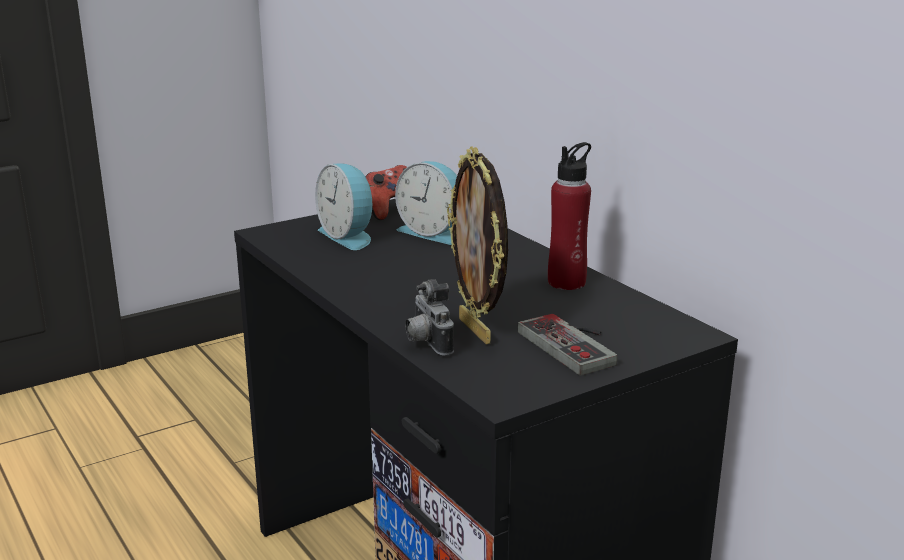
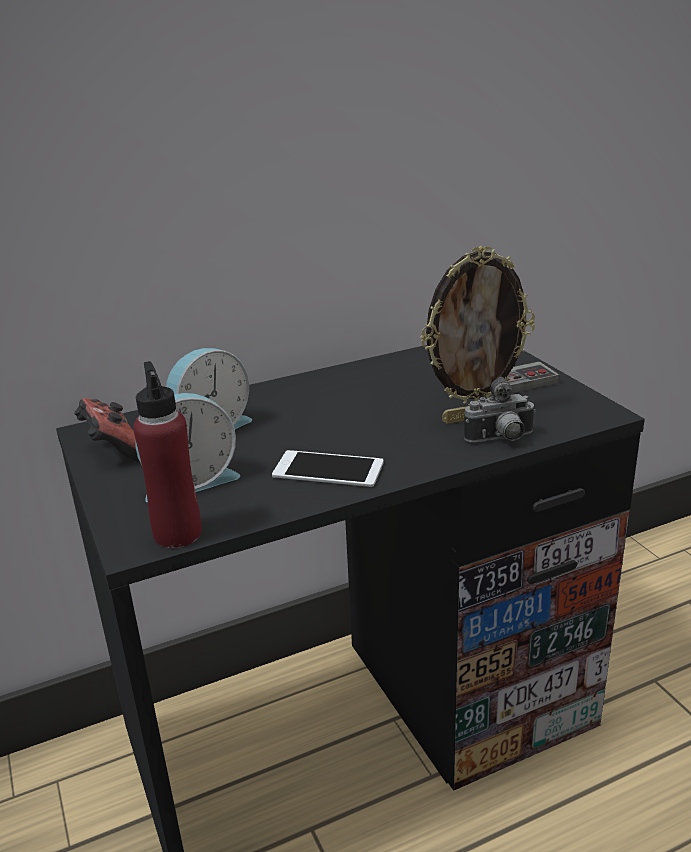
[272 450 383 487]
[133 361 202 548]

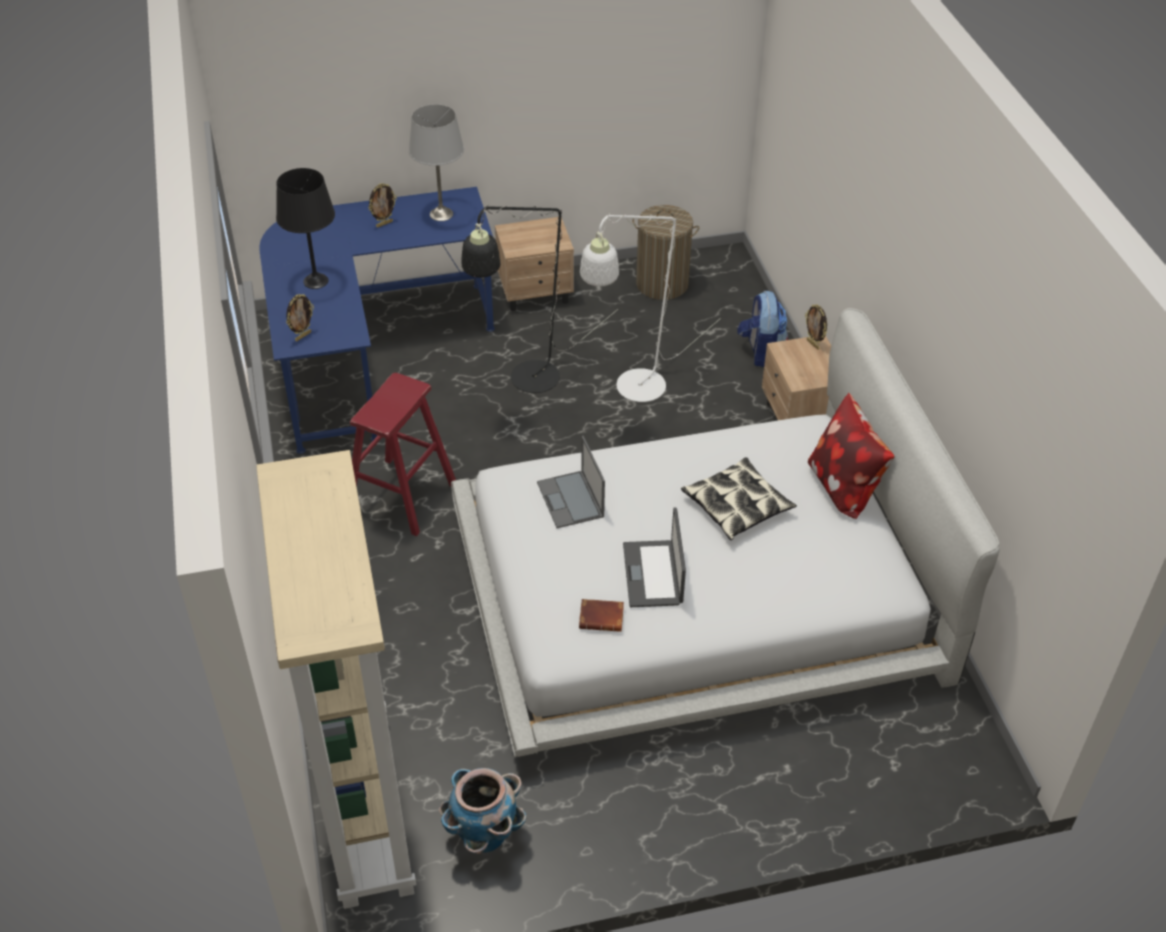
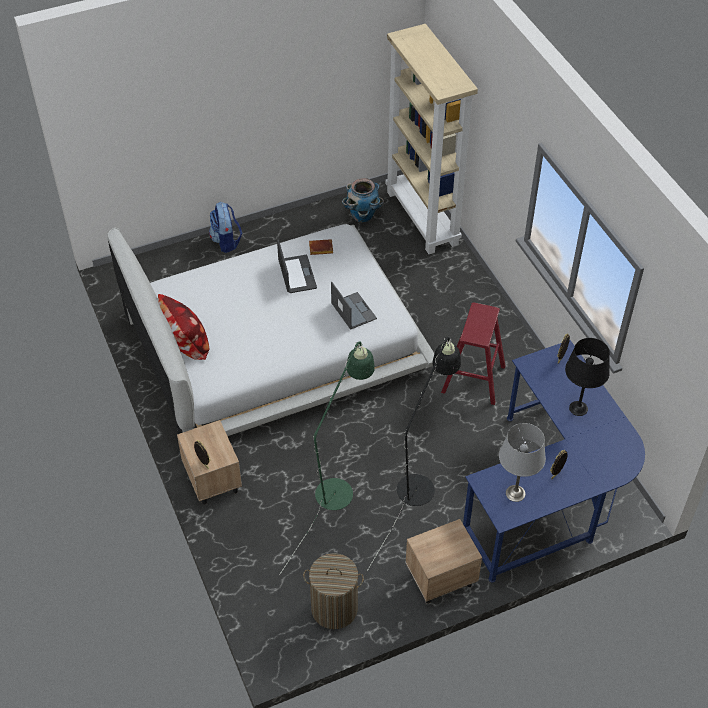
[681 457 797 540] (first image)
[209 202 242 253]
[279 341 375 575]

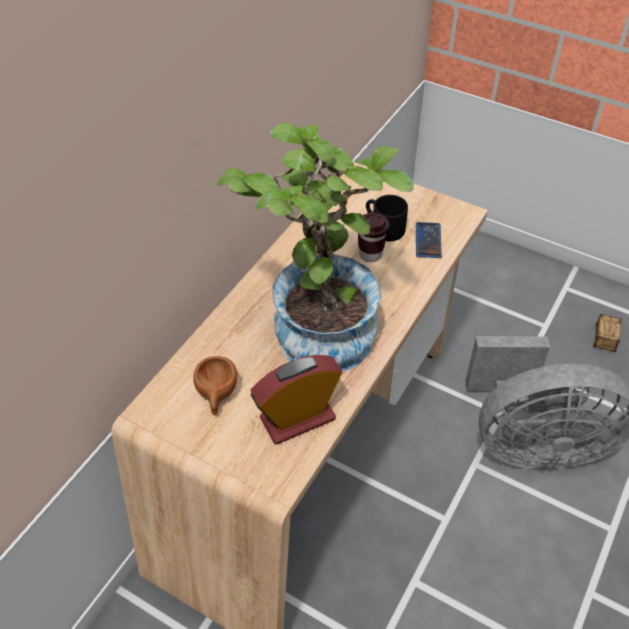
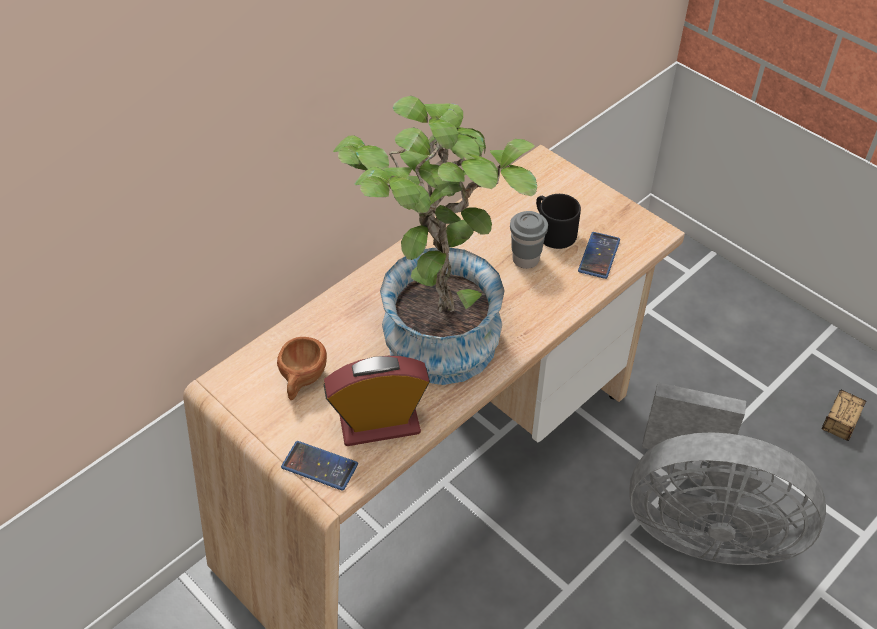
[281 441 358 490]
[510 211 548 269]

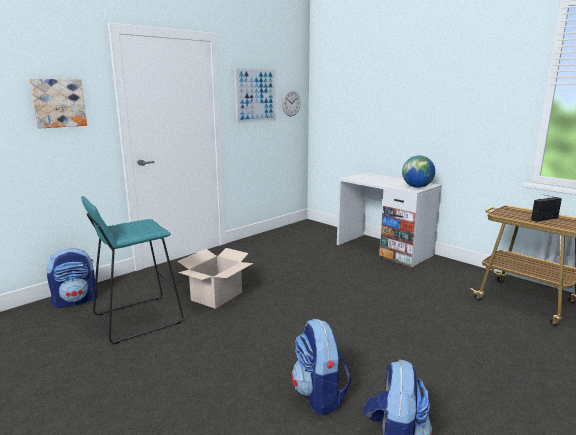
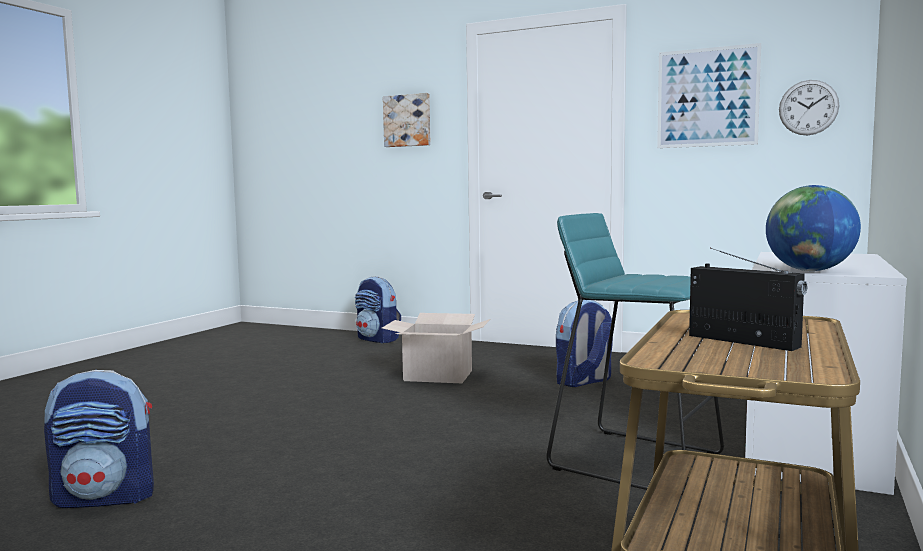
[547 213 724 495]
[556 300 613 387]

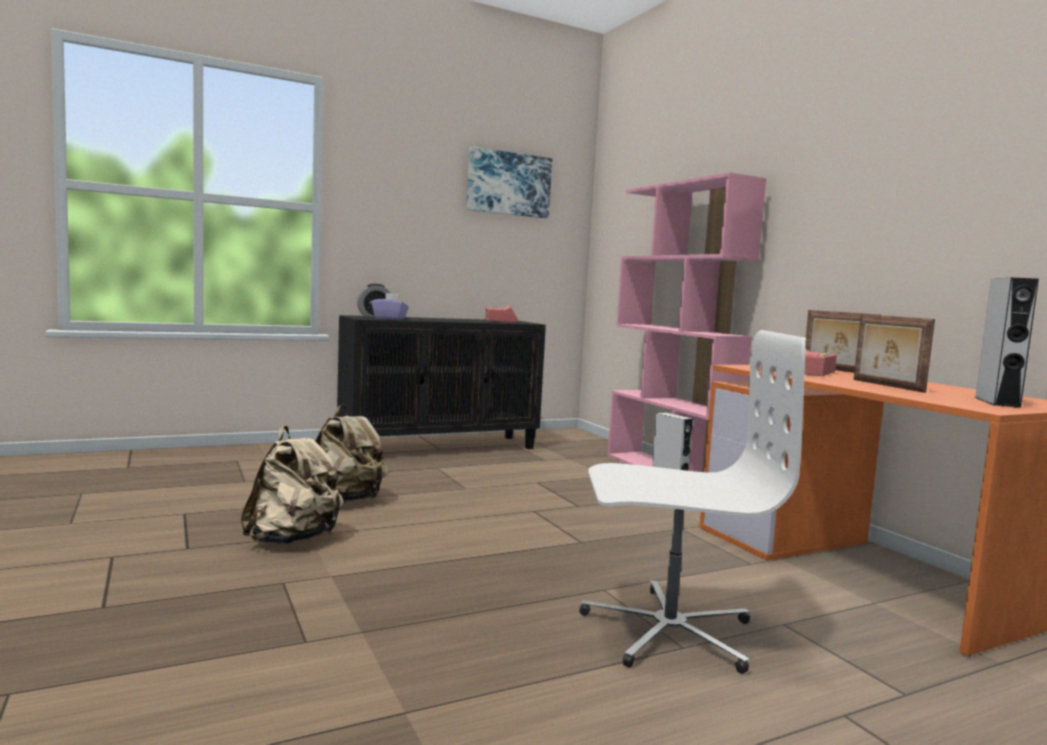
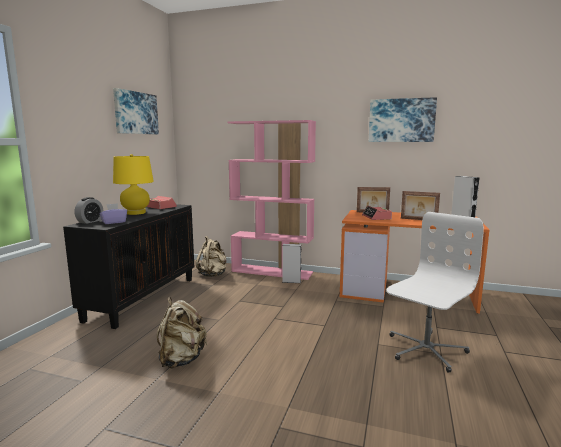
[113 154 154 215]
[369 97 437 142]
[196 236 227 277]

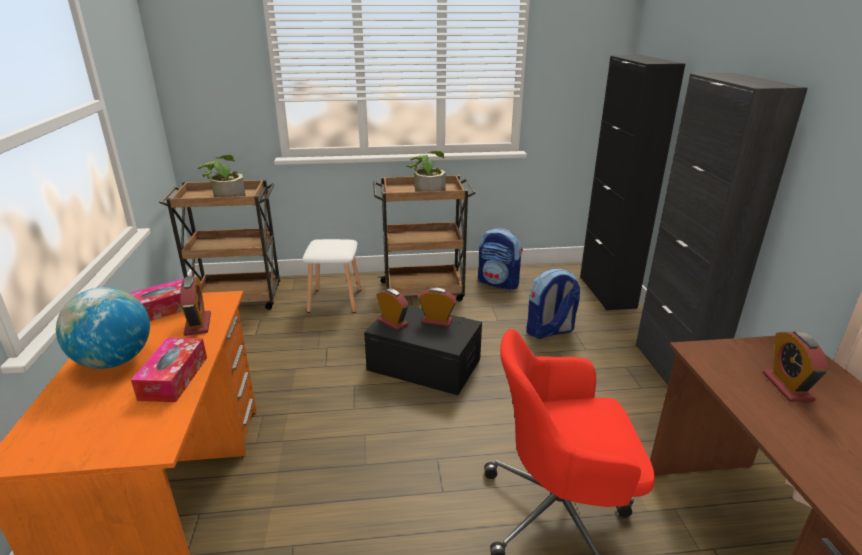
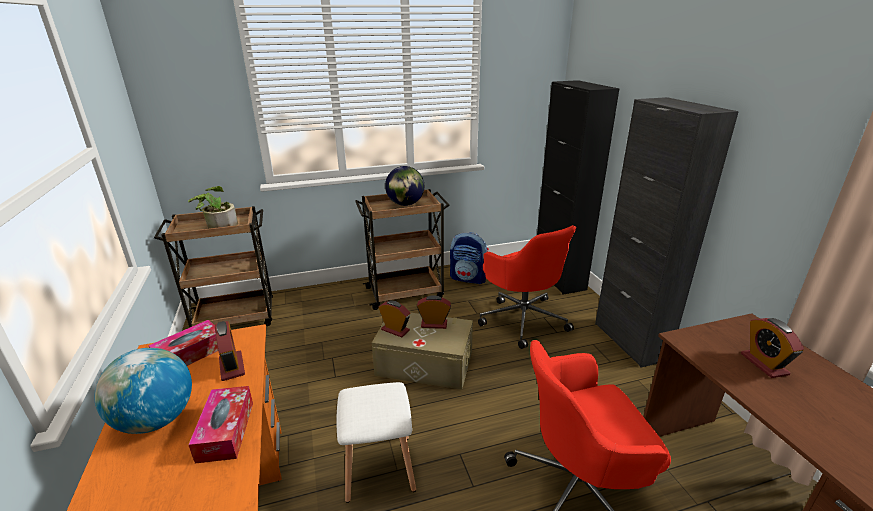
[336 382 416 503]
[385 166 424 206]
[478 225 576 349]
[372 313 473 390]

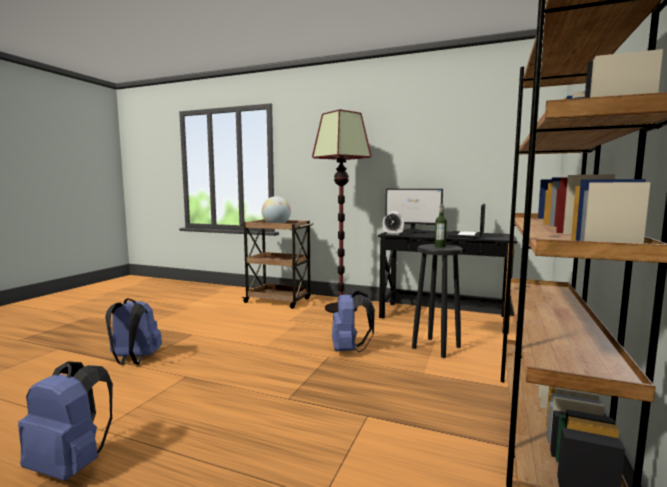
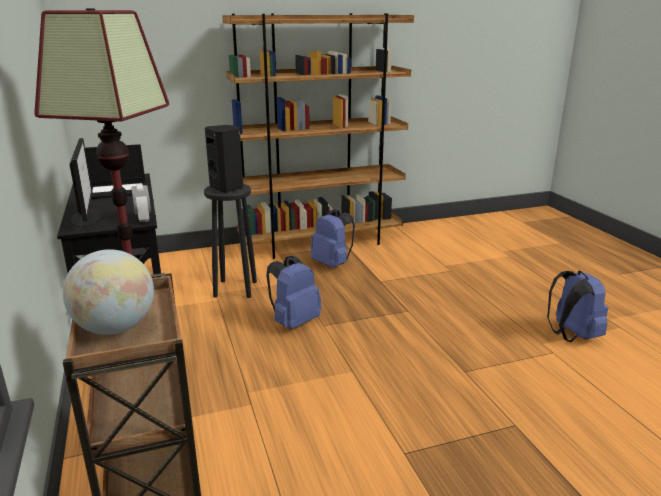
[311 209 355 268]
[205 125 243 193]

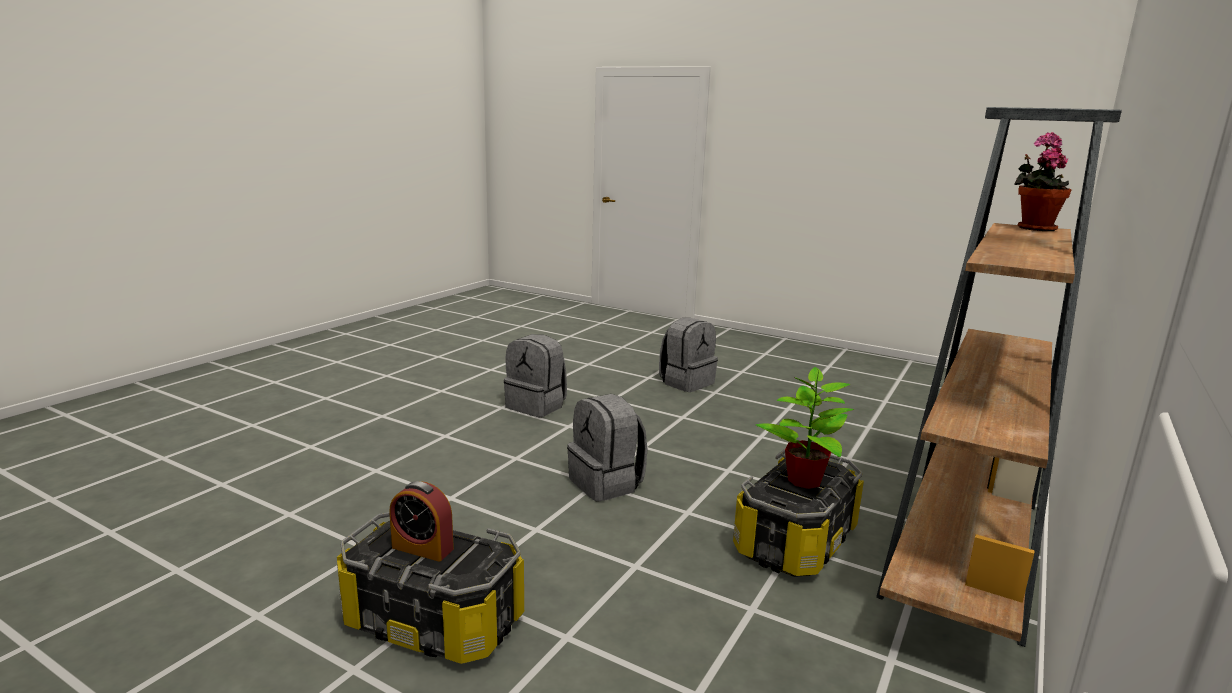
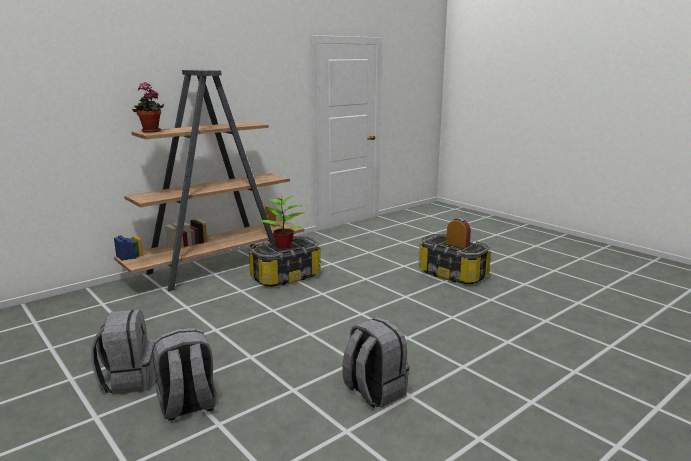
[91 310 155 395]

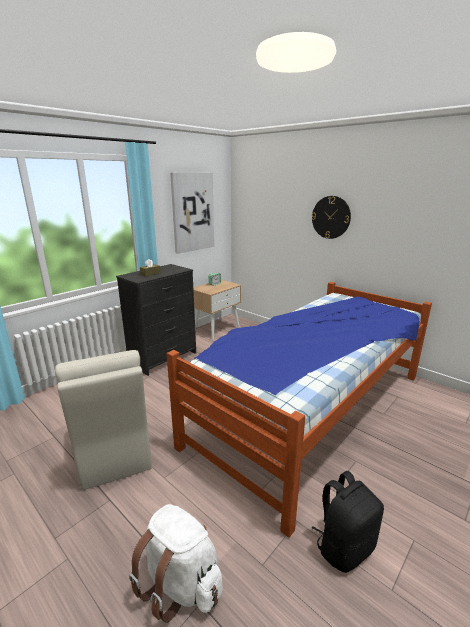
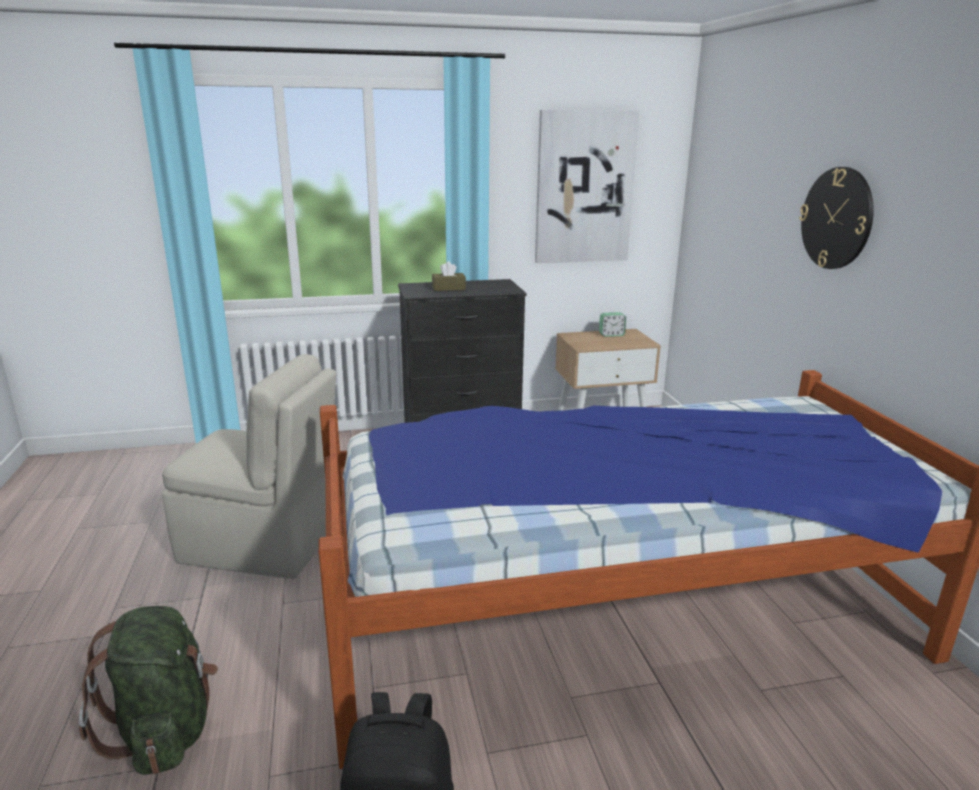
[79 606 218 775]
[162 354 337 579]

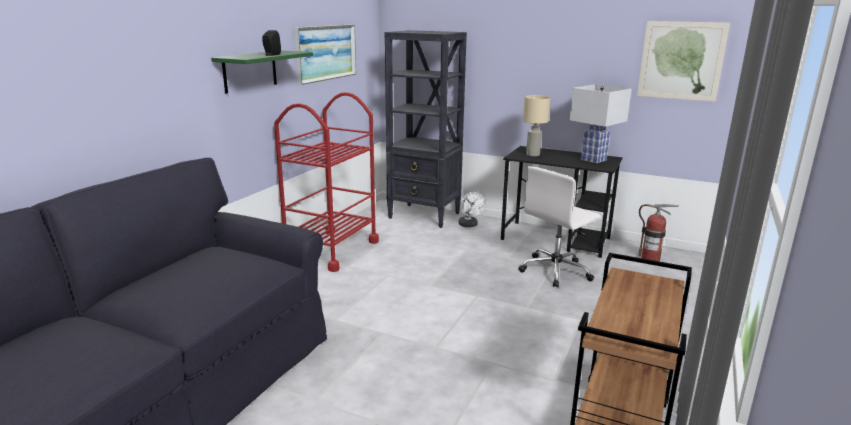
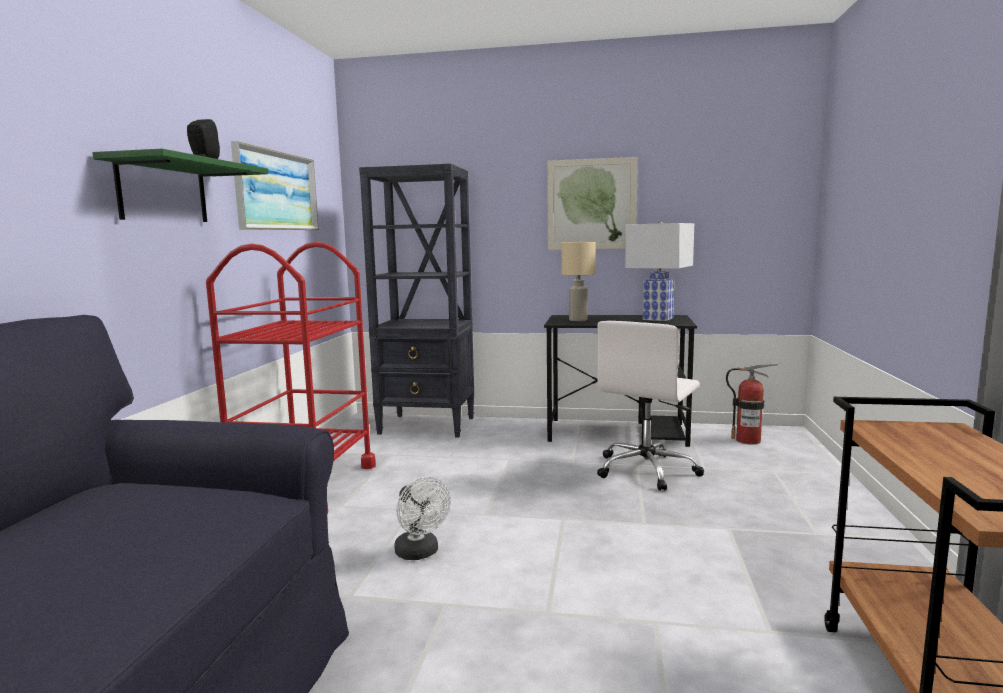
[394 477 451 560]
[547 157 638 250]

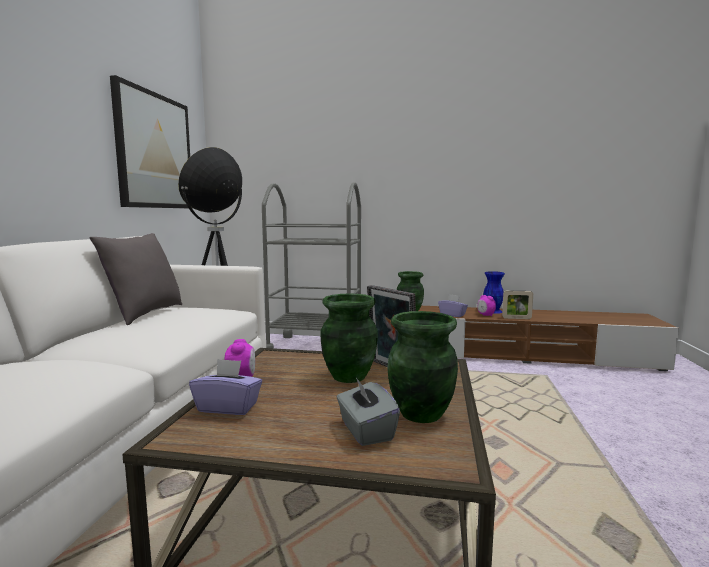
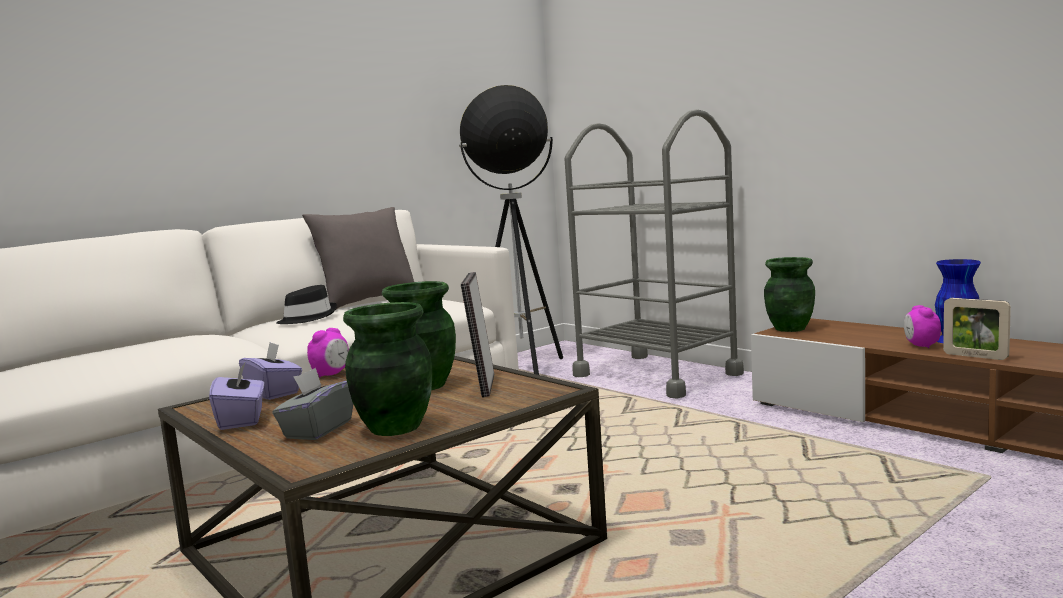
[110 75 192 208] (first image)
[276 285 337 324]
[209 363 264 430]

